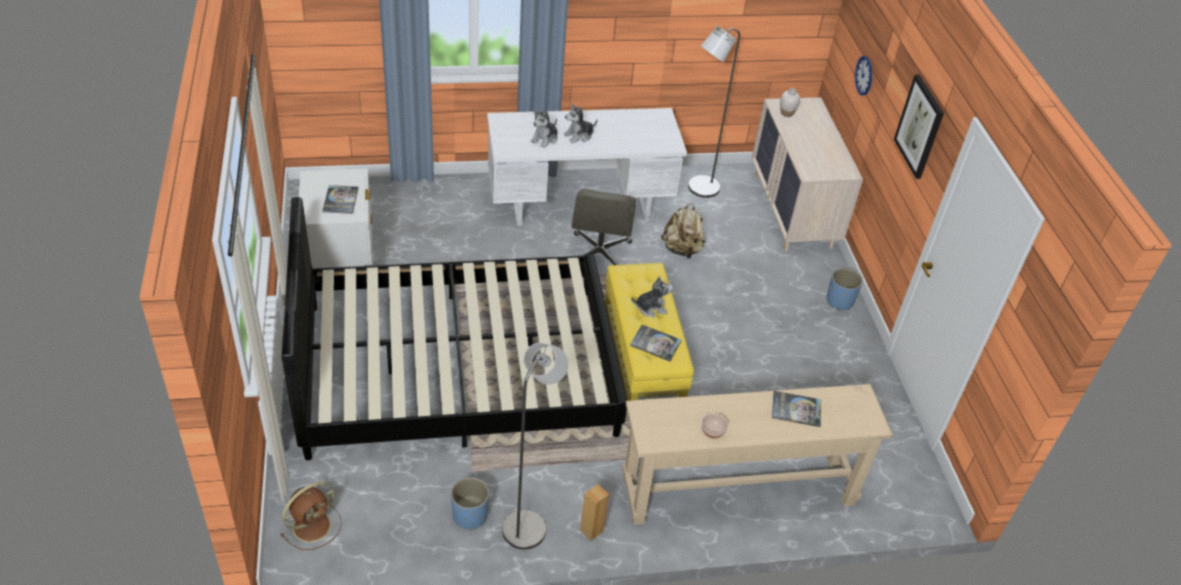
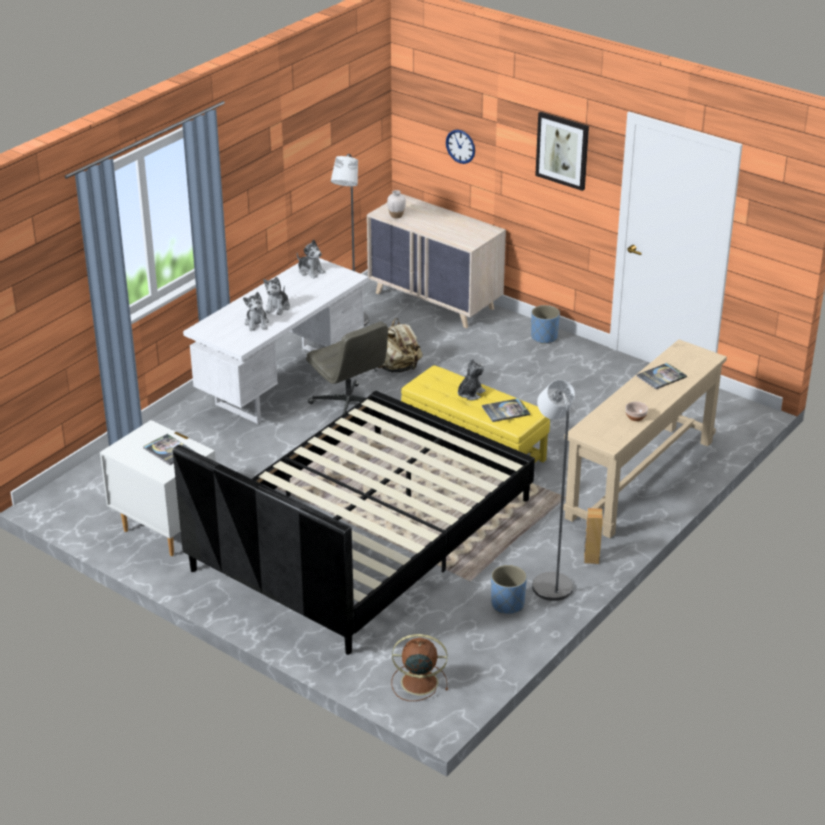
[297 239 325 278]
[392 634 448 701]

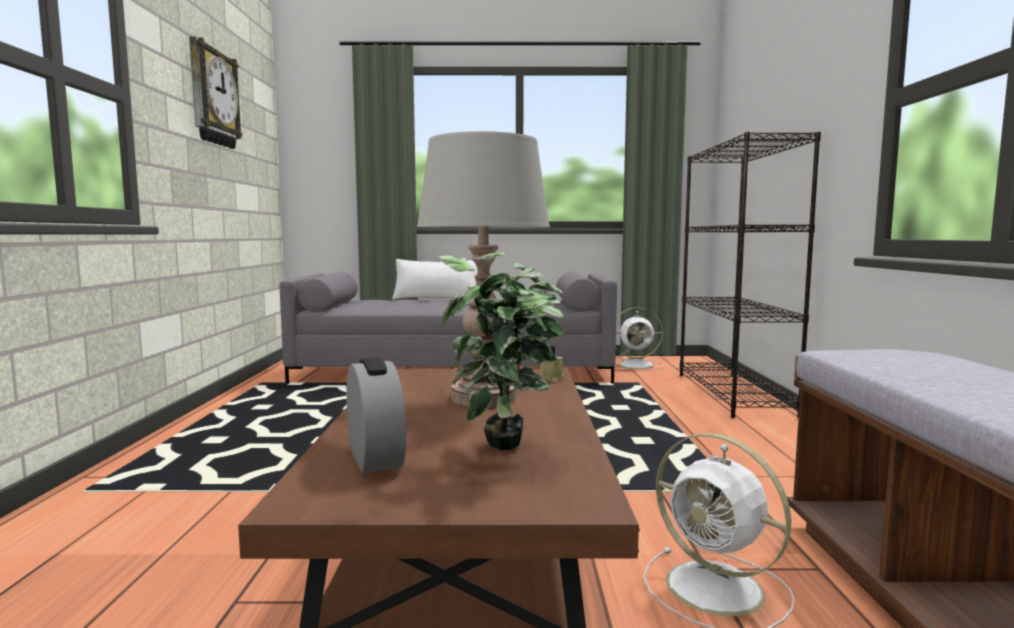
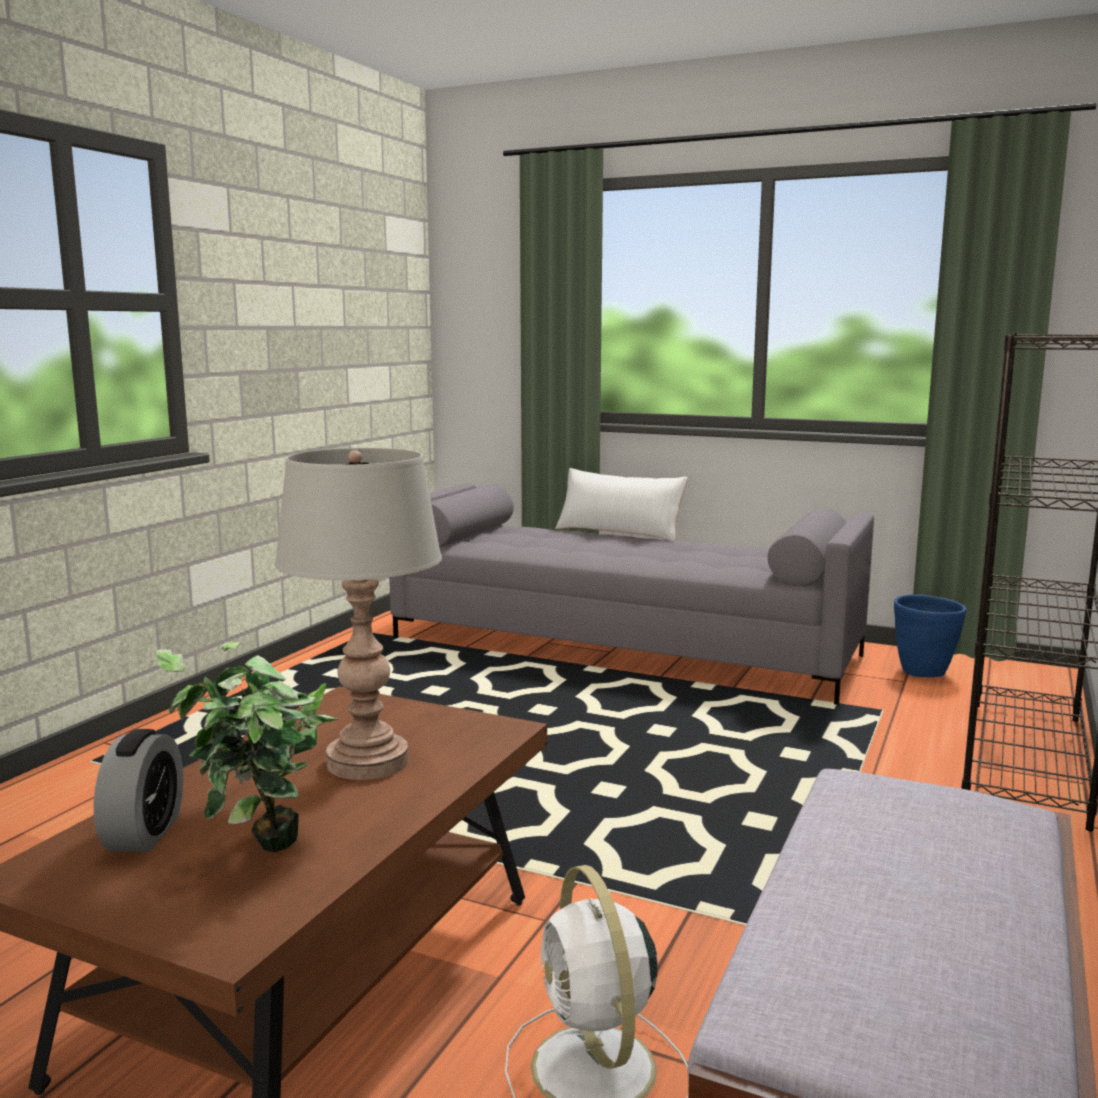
[189 36 242 149] (first image)
[540 346 565 382] (first image)
[894 594 966 677]

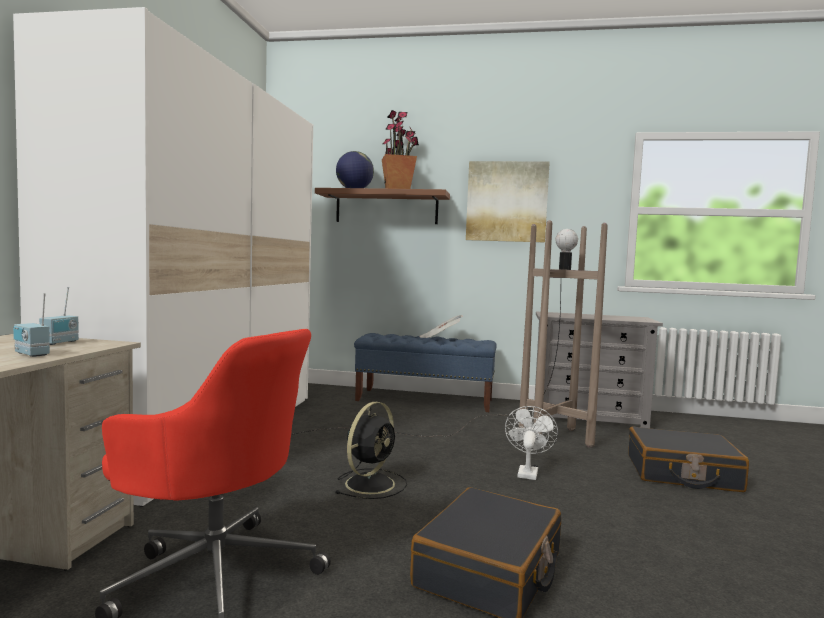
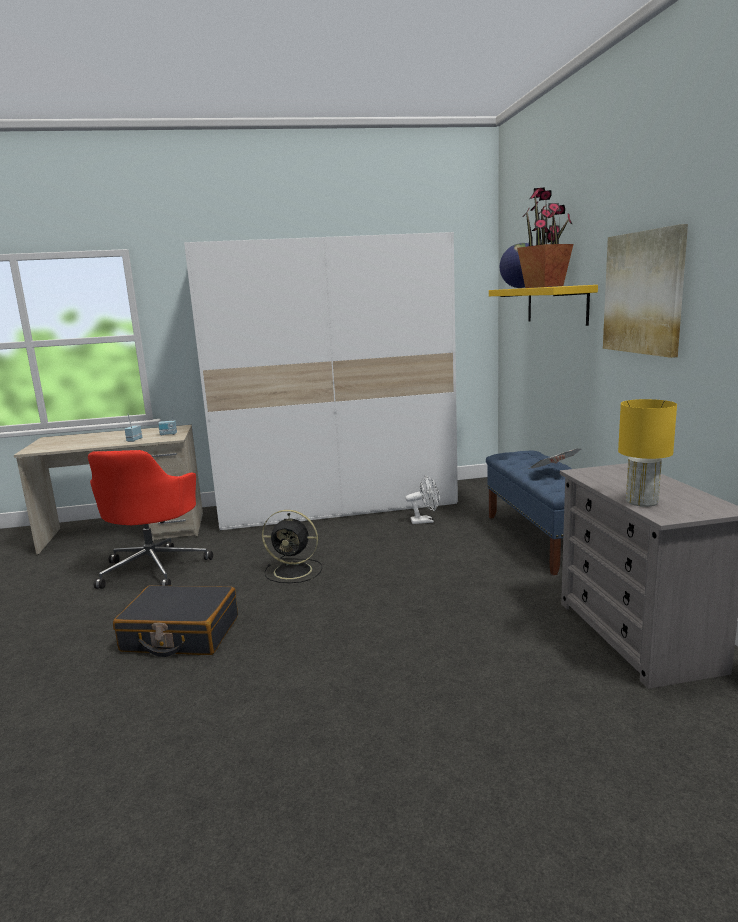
[291 220 608 448] (first image)
[628 426 749 492] (first image)
[618 399 677 507]
[405 475 440 524]
[489 285 598 326]

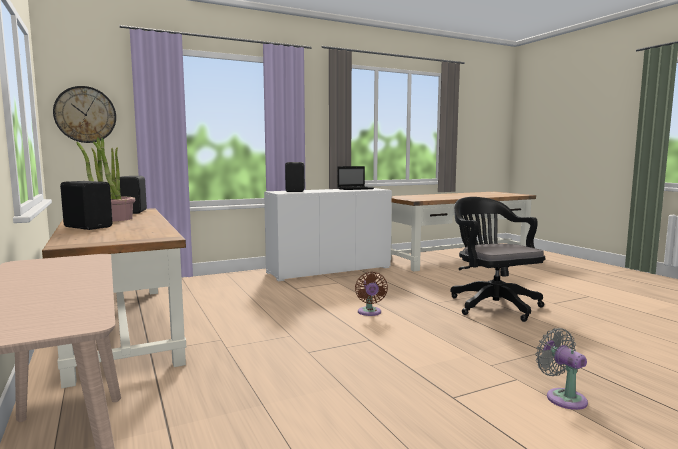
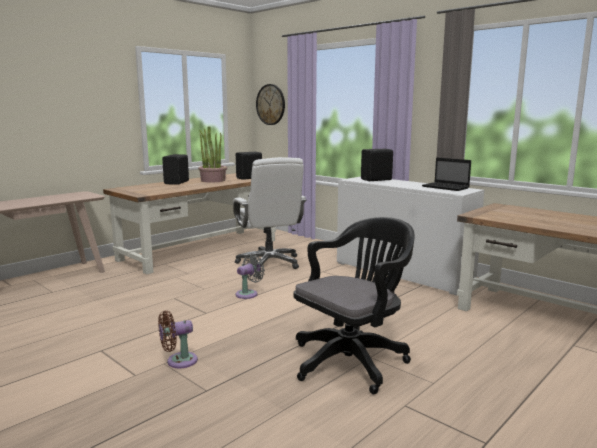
[233 157 307 271]
[158 311 198 368]
[236 253 265 299]

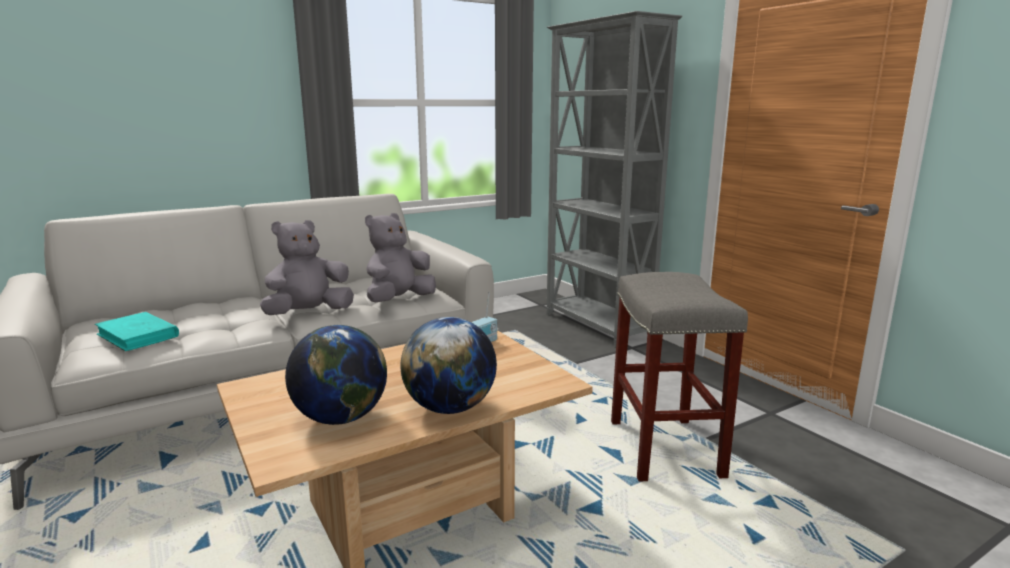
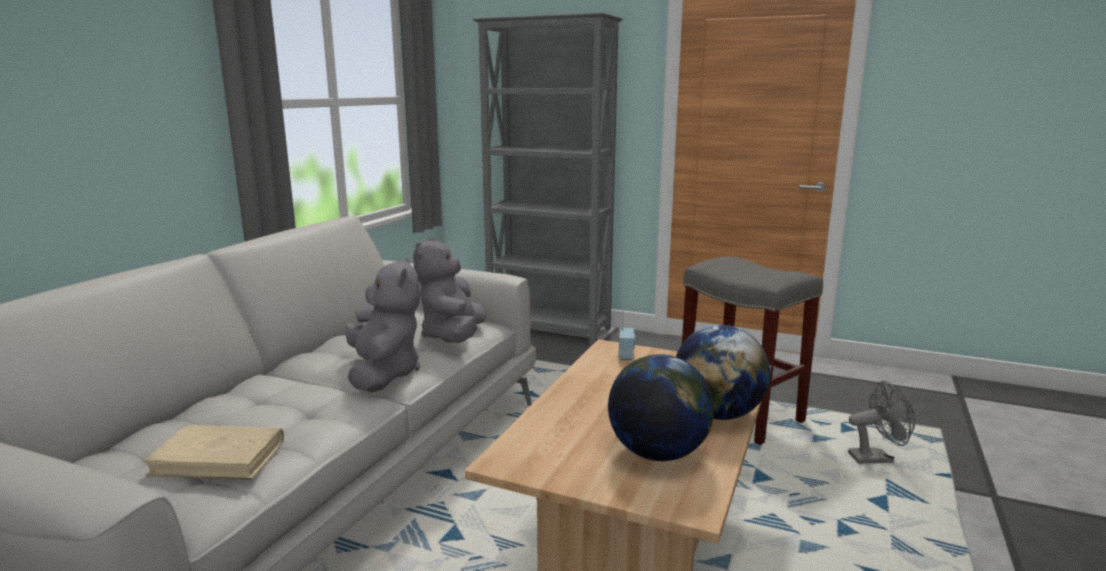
[848 381 915 464]
[144 425 284 479]
[345 257 420 392]

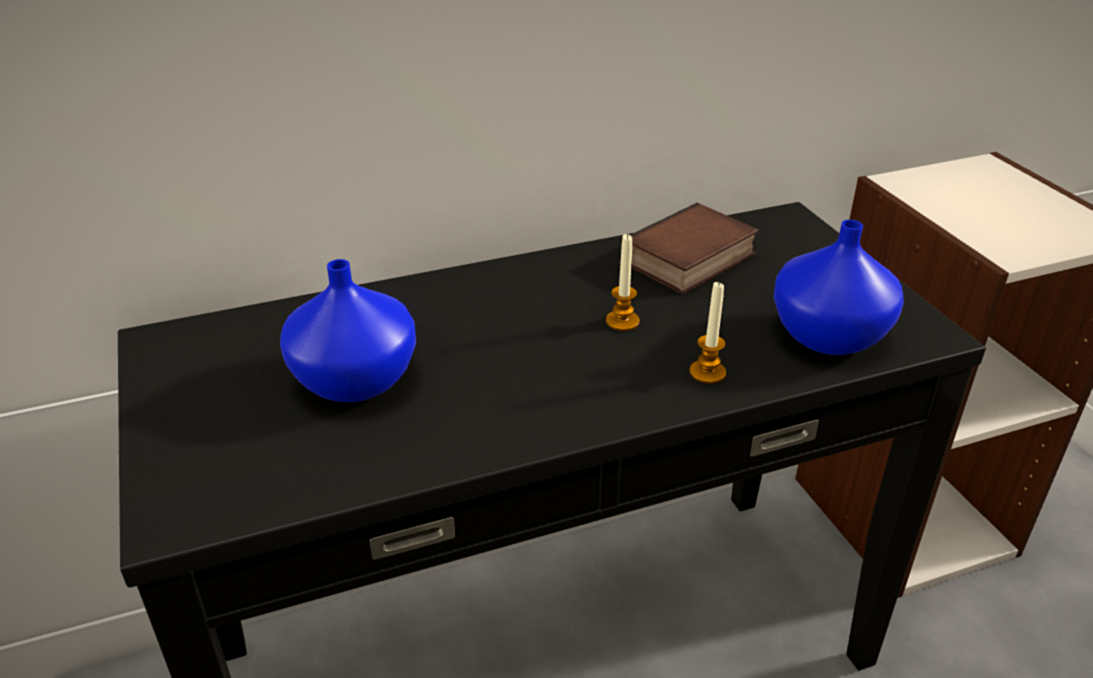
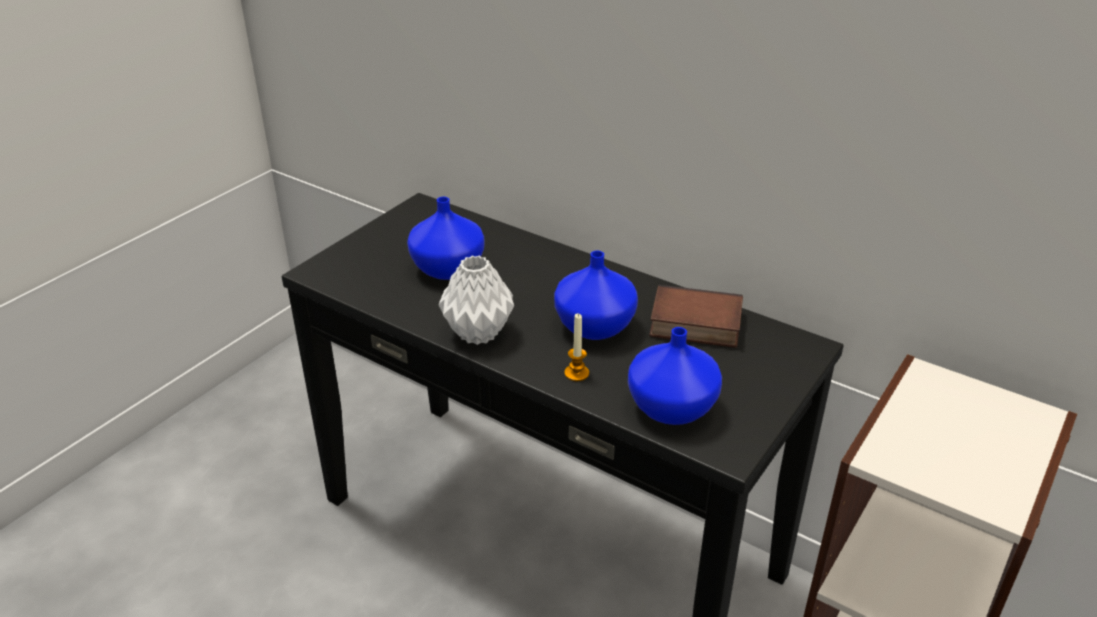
[438 256 514 345]
[554 251 638 340]

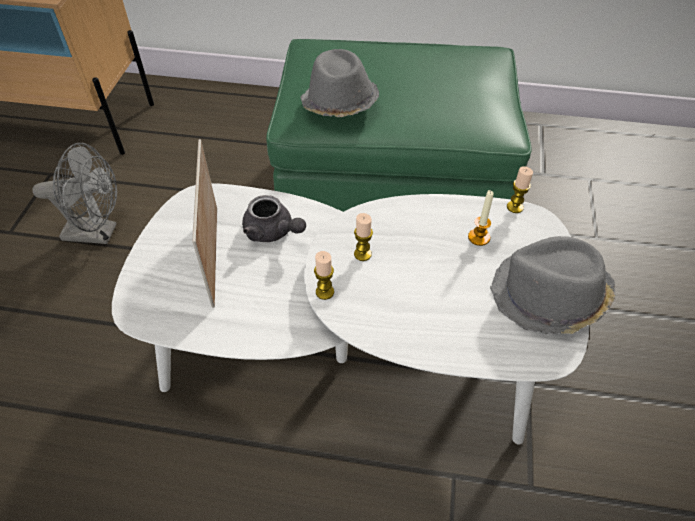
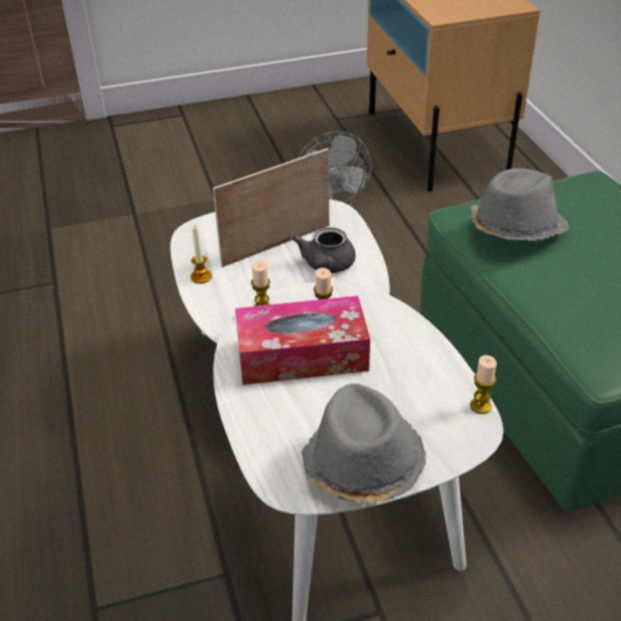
[235 296 370 385]
[191 225 212 284]

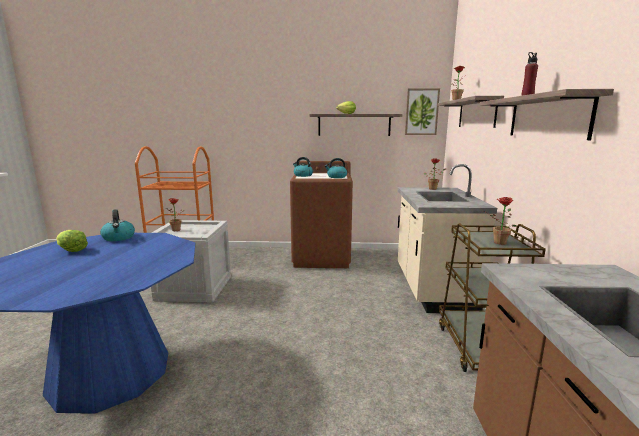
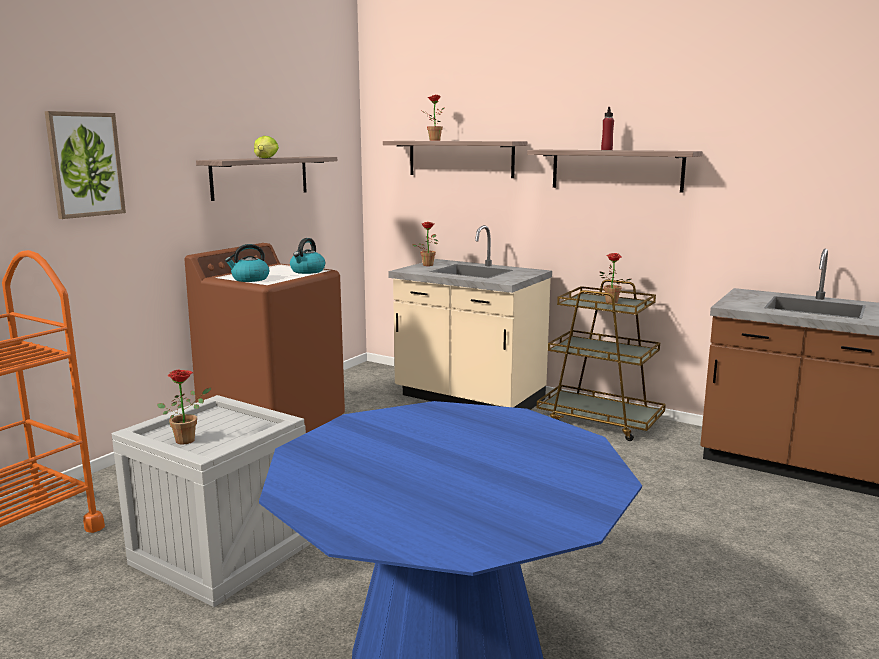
[56 230 88 252] (first image)
[100 209 135 241] (first image)
[45 111 126 219]

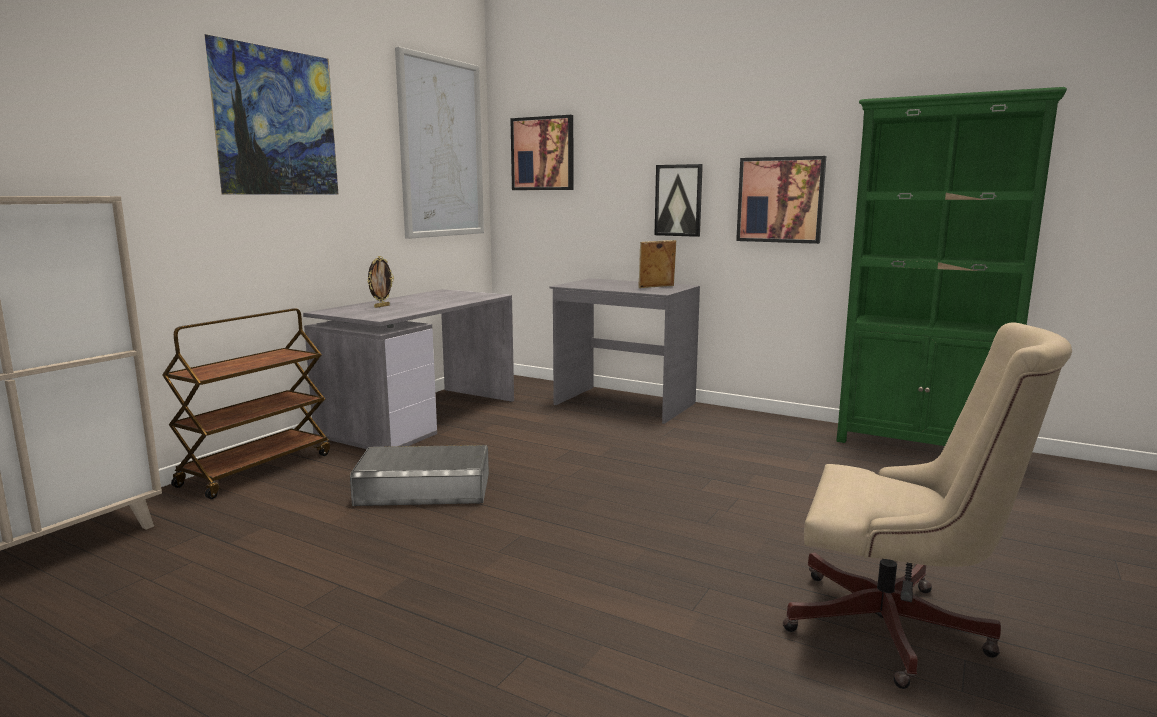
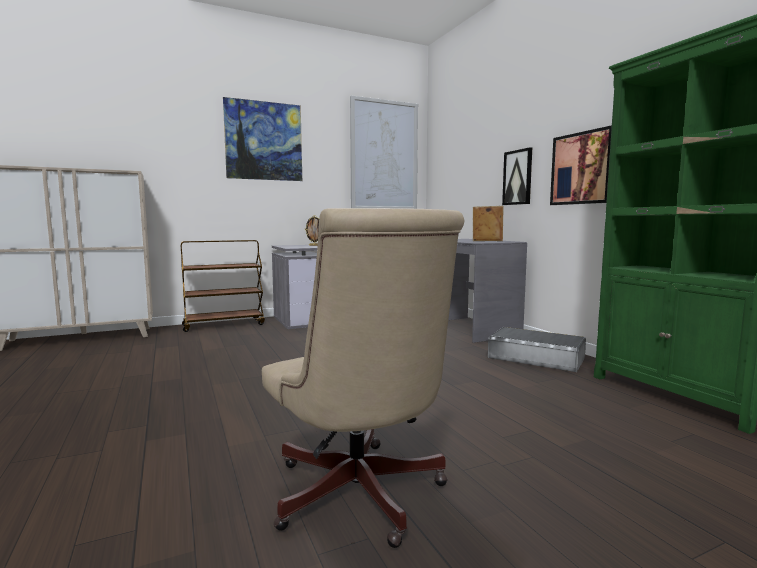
[510 115 573 190] (first image)
[488 327 586 372]

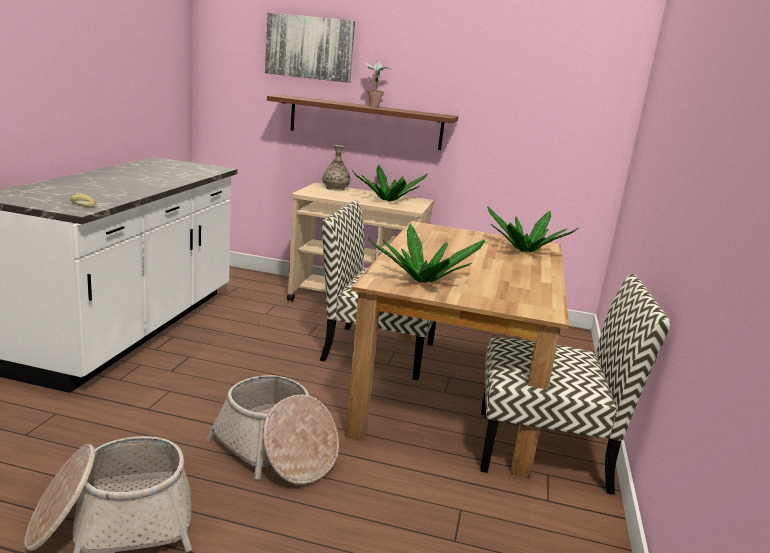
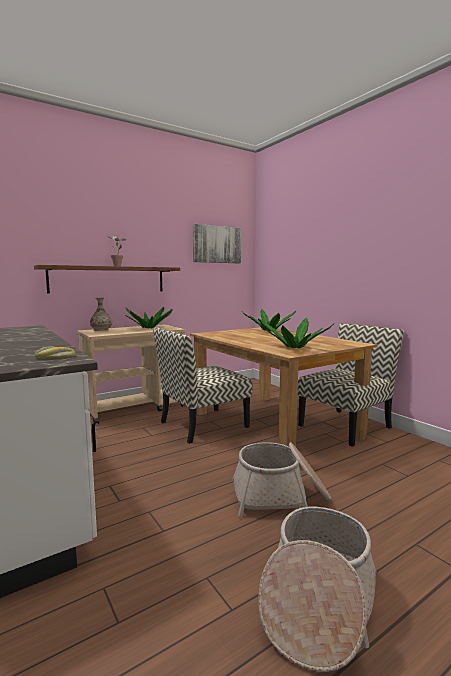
[193 224 241 263]

